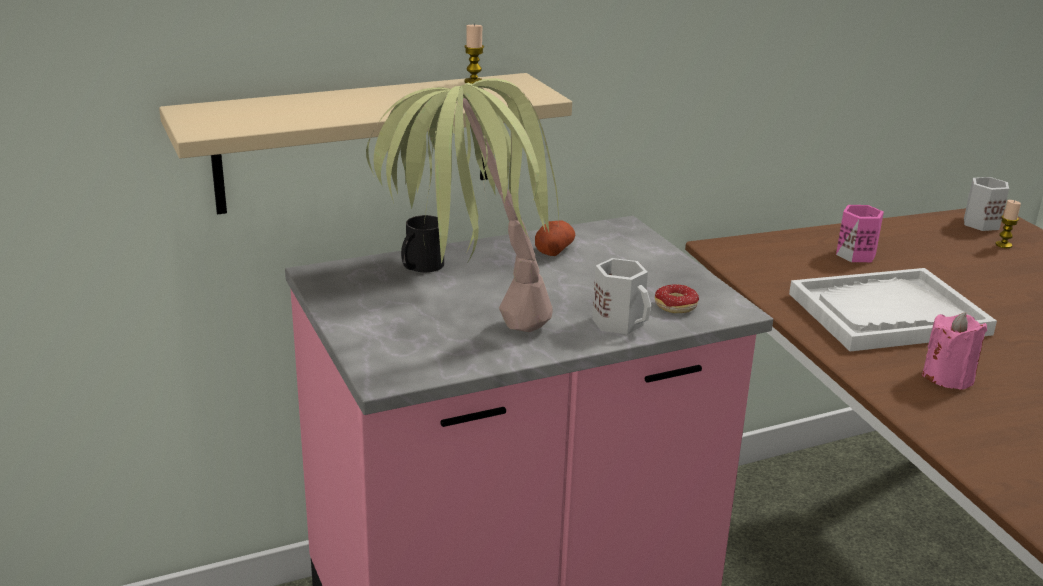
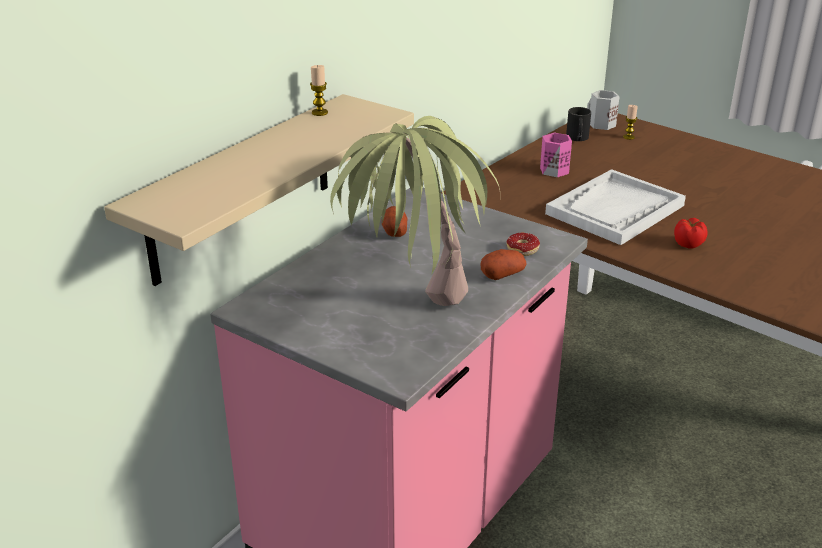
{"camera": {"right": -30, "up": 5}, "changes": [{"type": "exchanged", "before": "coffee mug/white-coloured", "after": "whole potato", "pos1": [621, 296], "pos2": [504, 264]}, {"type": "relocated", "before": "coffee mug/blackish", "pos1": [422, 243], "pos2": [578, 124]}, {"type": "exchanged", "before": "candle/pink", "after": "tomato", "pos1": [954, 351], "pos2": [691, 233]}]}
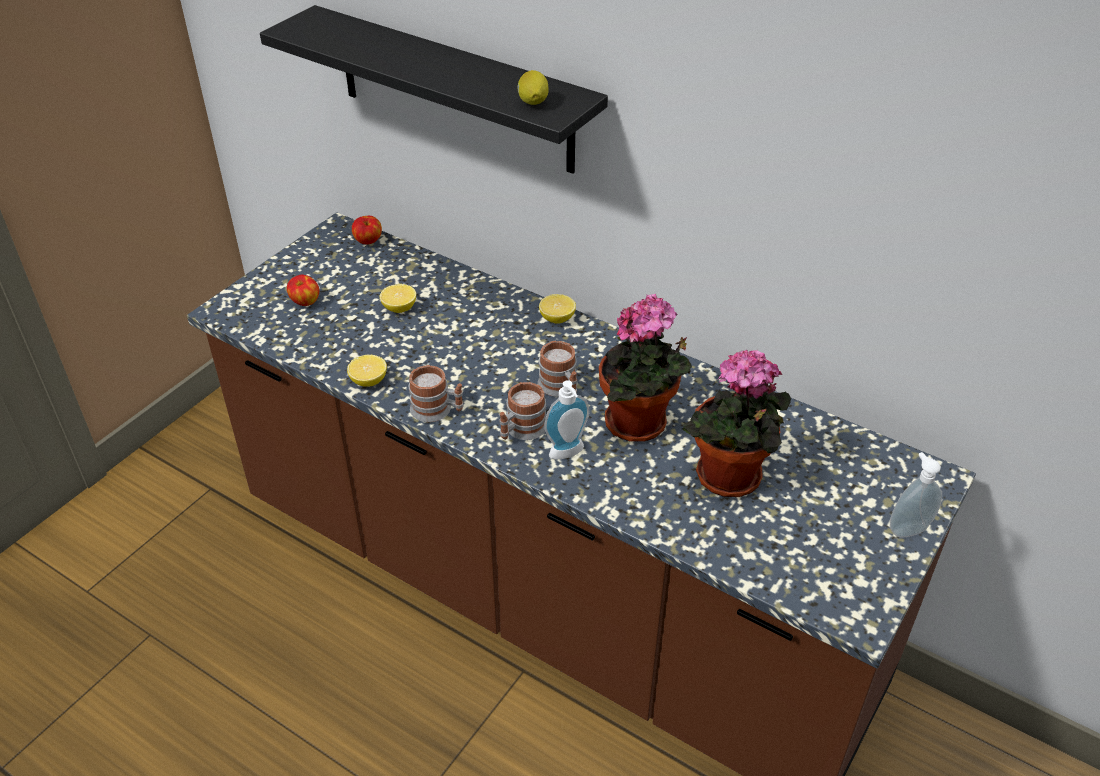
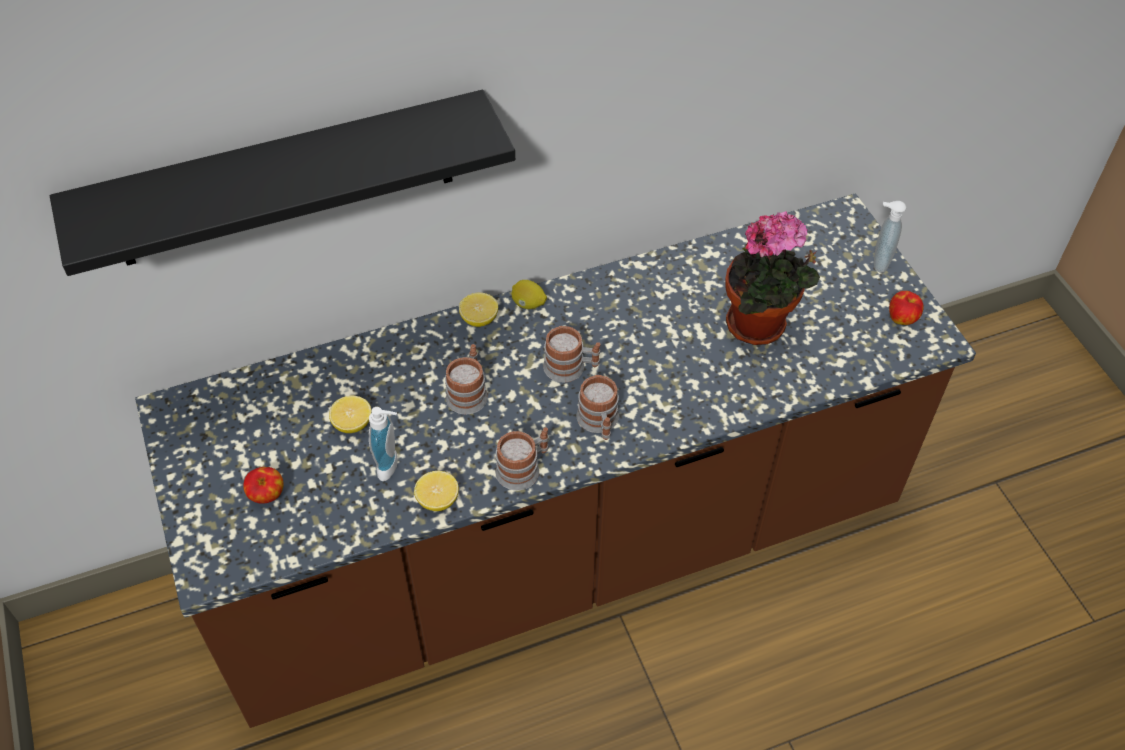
{"camera": {"right": -55, "up": 10}, "changes": [{"type": "relocated", "before": "soap bottle", "pos1": [566, 420], "pos2": [383, 444]}, {"type": "appeared", "after": "coffee mug", "pos2": [466, 379]}, {"type": "relocated", "before": "citrus fruit", "pos1": [533, 87], "pos2": [529, 294]}, {"type": "relocated", "before": "whole apple", "pos1": [367, 230], "pos2": [906, 308]}, {"type": "missing", "before": "plant in a pot", "pos1": [645, 368]}]}
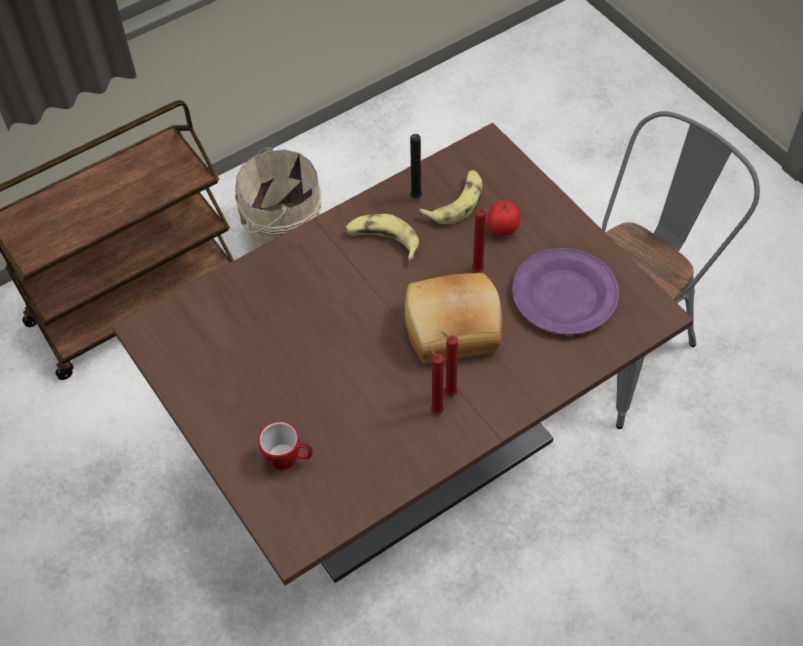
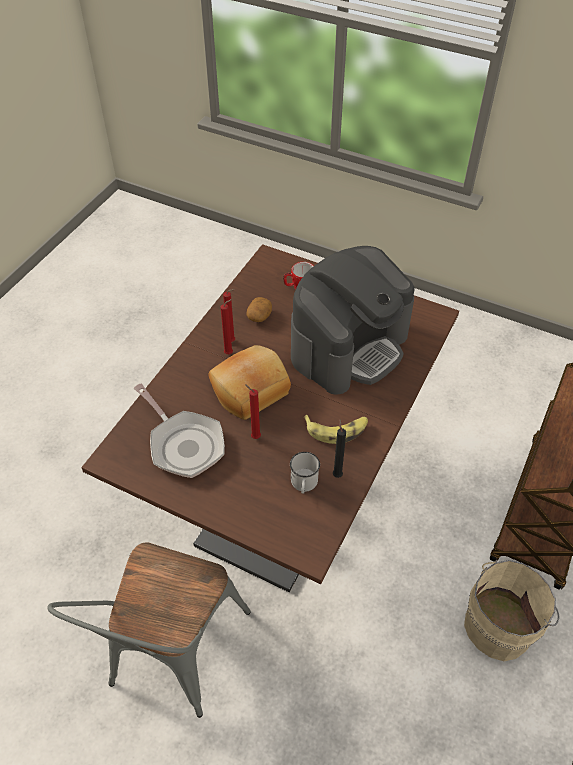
{"camera": {"right": 150, "up": -5}, "changes": [{"type": "exchanged", "before": "plate/purple-coloured", "after": "pan", "pos1": [565, 291], "pos2": [179, 430]}, {"type": "appeared", "after": "whole potato", "pos2": [259, 309]}, {"type": "exchanged", "before": "whole banana", "after": "coffee mug/white-coloured", "pos1": [451, 197], "pos2": [305, 473]}, {"type": "appeared", "after": "coffee brewer", "pos2": [353, 320]}, {"type": "missing", "before": "tomato", "pos1": [503, 218]}]}
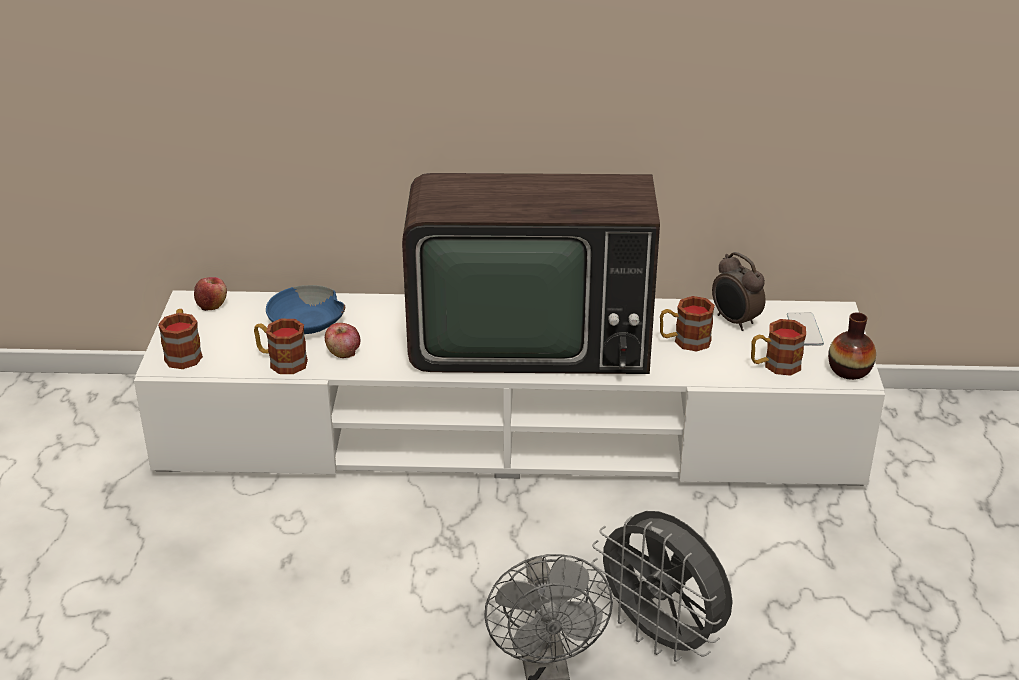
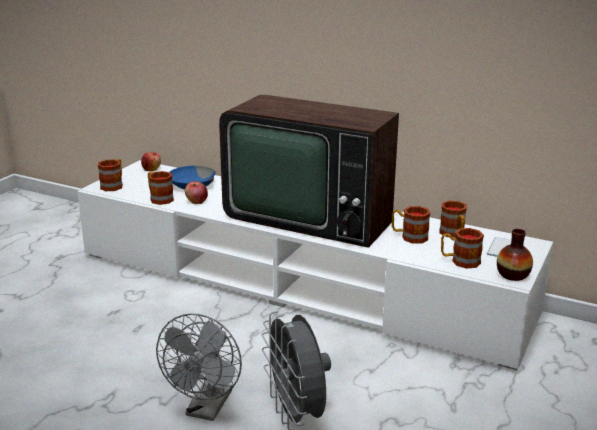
{"camera": {"right": 25, "up": -10}, "changes": [{"type": "exchanged", "before": "alarm clock", "after": "coffee mug", "pos1": [738, 291], "pos2": [453, 219]}]}
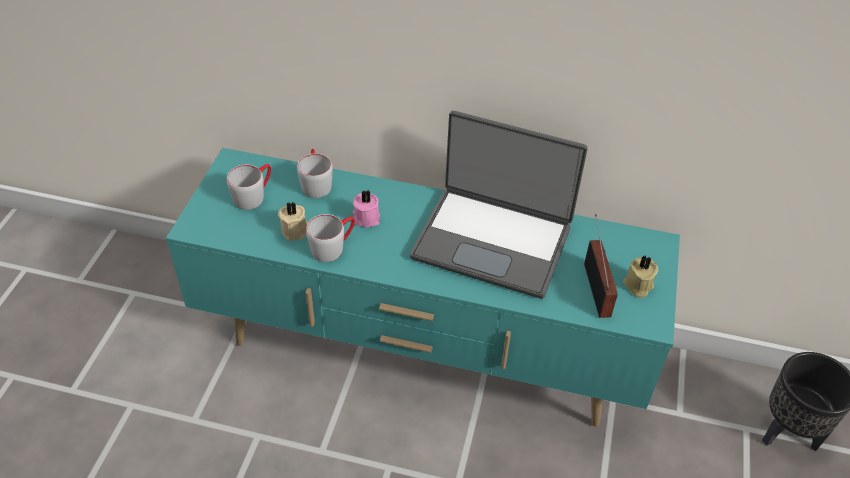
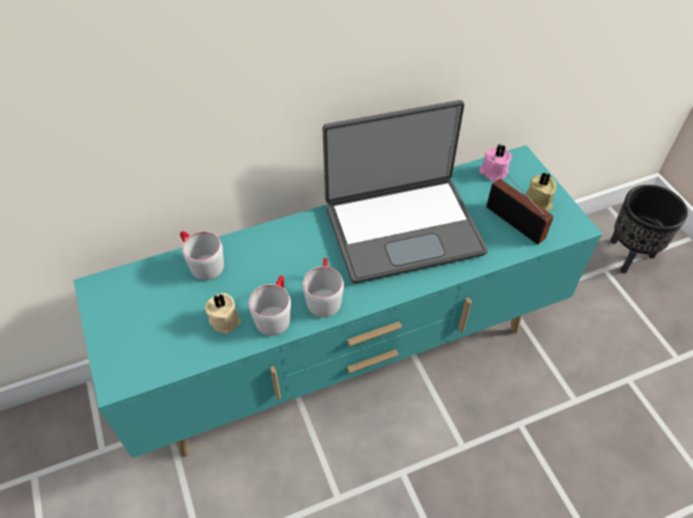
{"camera": {"right": -35, "up": 5}, "changes": [{"type": "relocated", "before": "coffee mug/gray", "pos1": [249, 187], "pos2": [323, 287]}, {"type": "relocated", "before": "candle/pink", "pos1": [366, 208], "pos2": [495, 162]}]}
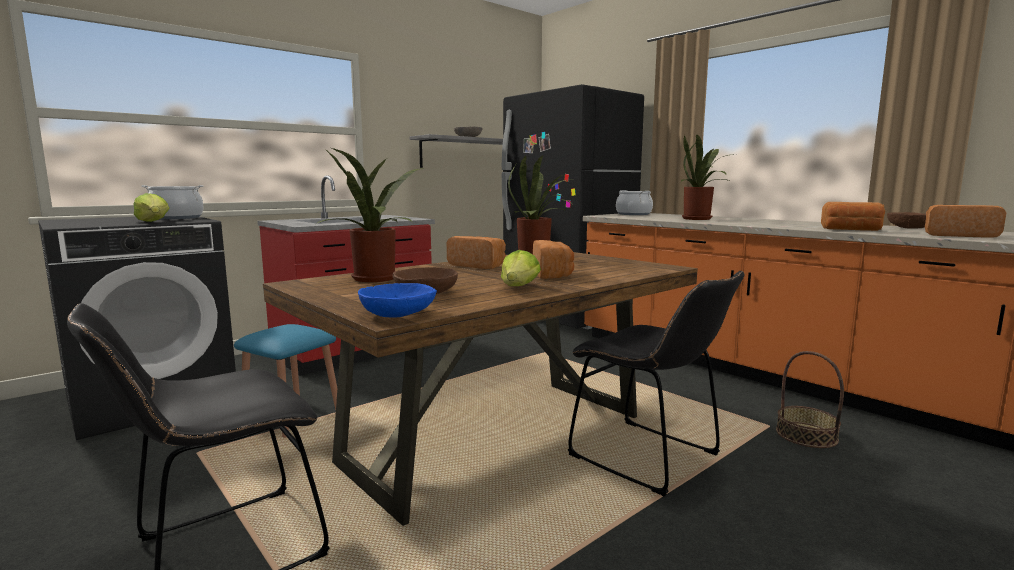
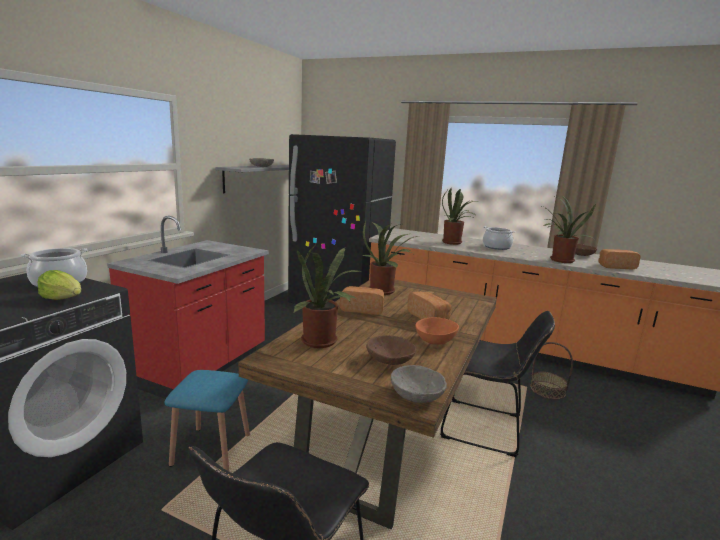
{"camera": {"right": -25, "up": 5}, "changes": [{"type": "colour", "before": "serving bowl/blue-coloured", "after": "serving bowl/gray", "pos1": [397, 300], "pos2": [419, 384]}, {"type": "exchanged", "before": "lettuce", "after": "serving bowl/orange-coloured", "pos1": [521, 268], "pos2": [437, 331]}, {"type": "relocated", "before": "stockpot", "pos1": [634, 202], "pos2": [499, 238]}, {"type": "exchanged", "before": "baked bread", "after": "plant in a pot", "pos1": [853, 216], "pos2": [569, 229]}]}
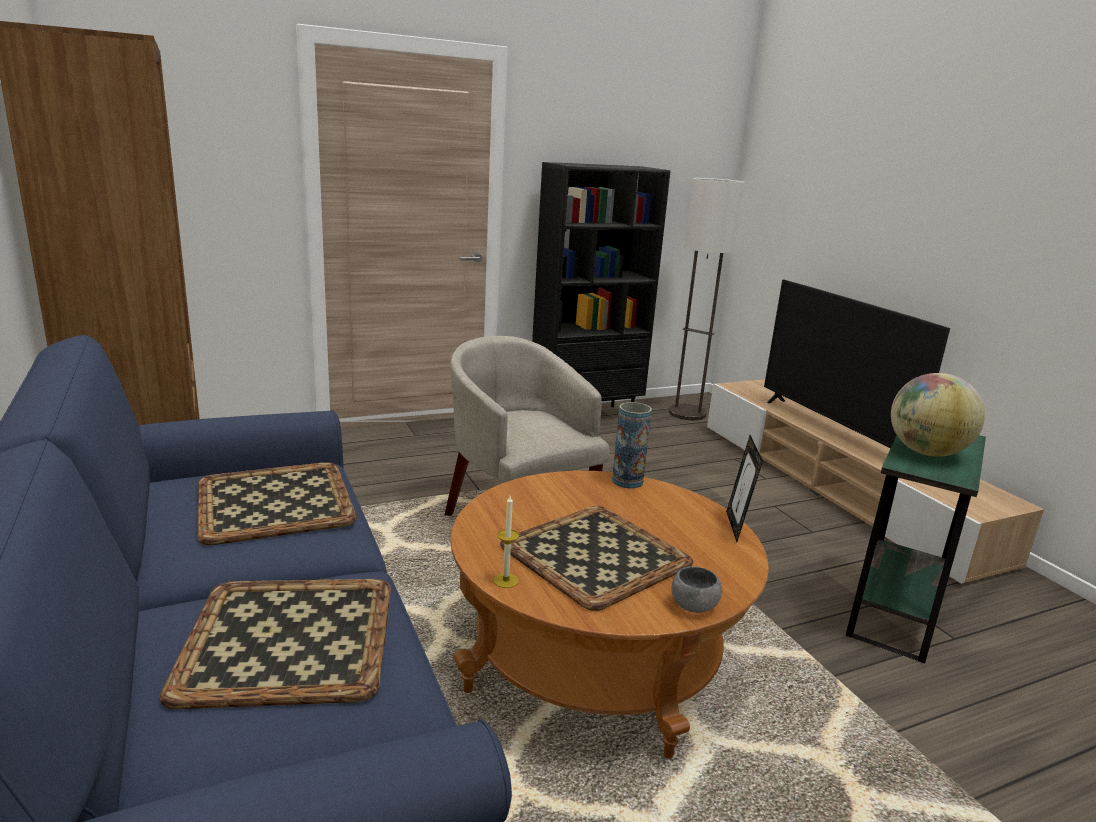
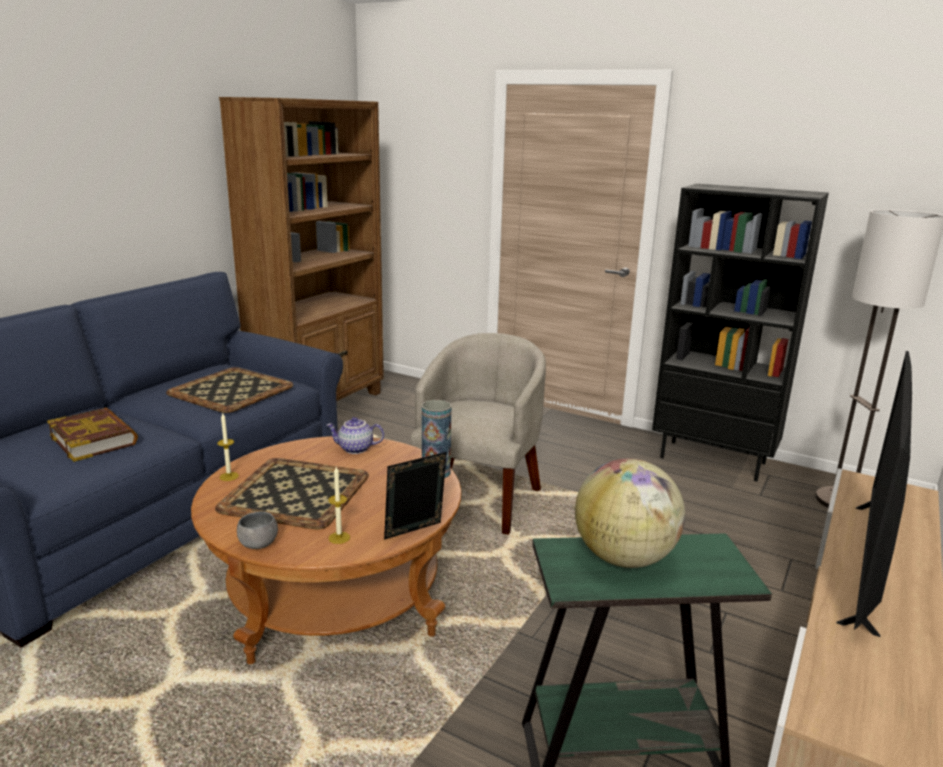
{"camera": {"right": 55, "up": 0}, "changes": [{"type": "exchanged", "before": "tray", "after": "bound book", "pos1": [275, 644], "pos2": [92, 434]}, {"type": "appeared", "after": "pot for tea", "pos2": [355, 435]}, {"type": "appeared", "after": "candle", "pos2": [339, 505]}]}
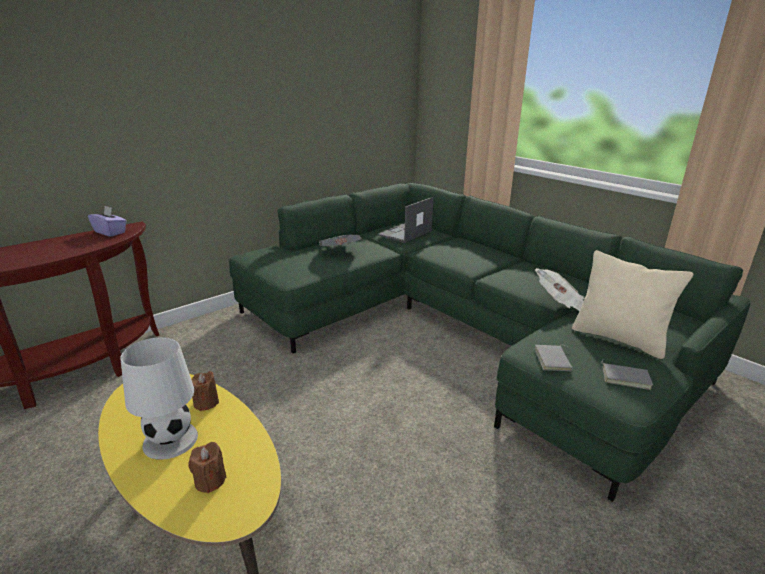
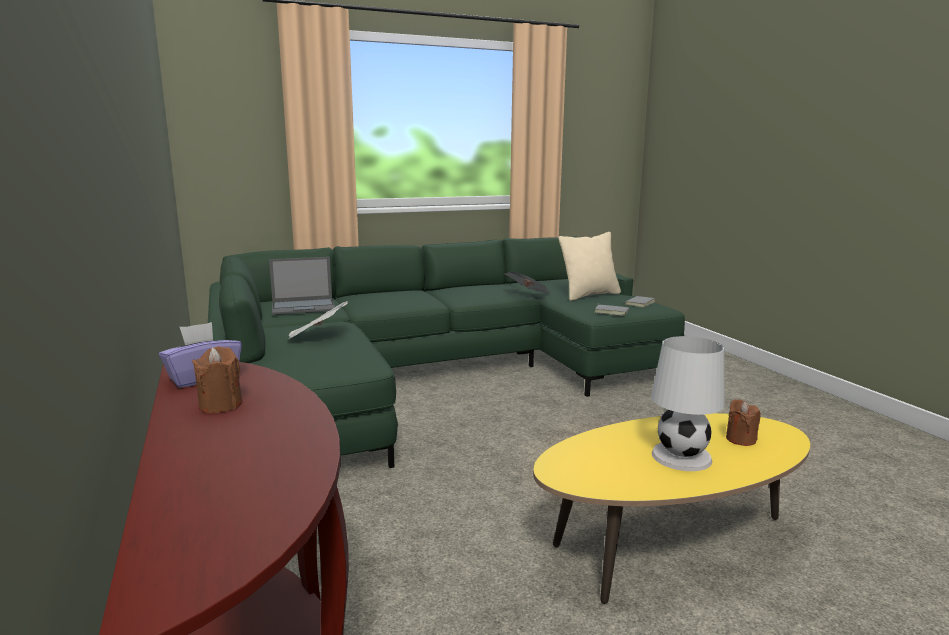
{"camera": {"right": -70, "up": -10}, "changes": [{"type": "relocated", "before": "candle/brown-coloured", "pos1": [205, 391], "pos2": [217, 380]}, {"type": "spun", "before": "notebook computer", "pos1": [405, 220], "pos2": [302, 286], "turn": -75}]}
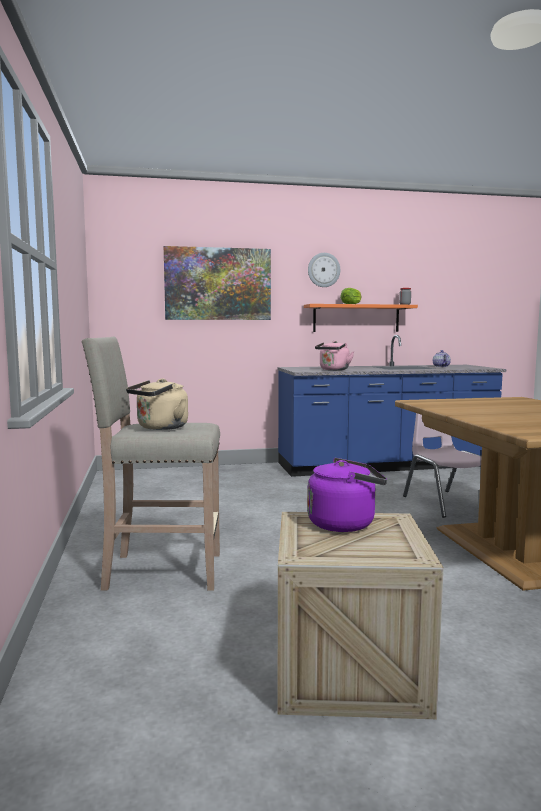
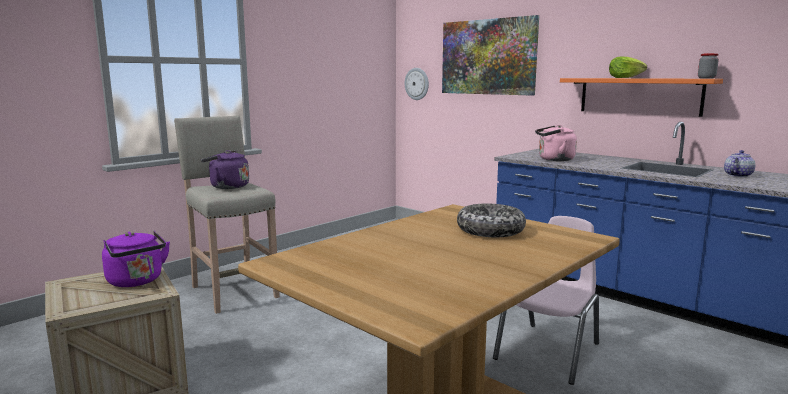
{"camera": {"right": 55, "up": 5}, "changes": [{"type": "colour", "before": "water kettle/beige", "after": "water kettle/purple-coloured", "pos1": [157, 404], "pos2": [225, 169]}, {"type": "relocated", "before": "wall clock", "pos1": [324, 270], "pos2": [417, 84]}, {"type": "appeared", "after": "serving bowl", "pos2": [491, 220]}]}
